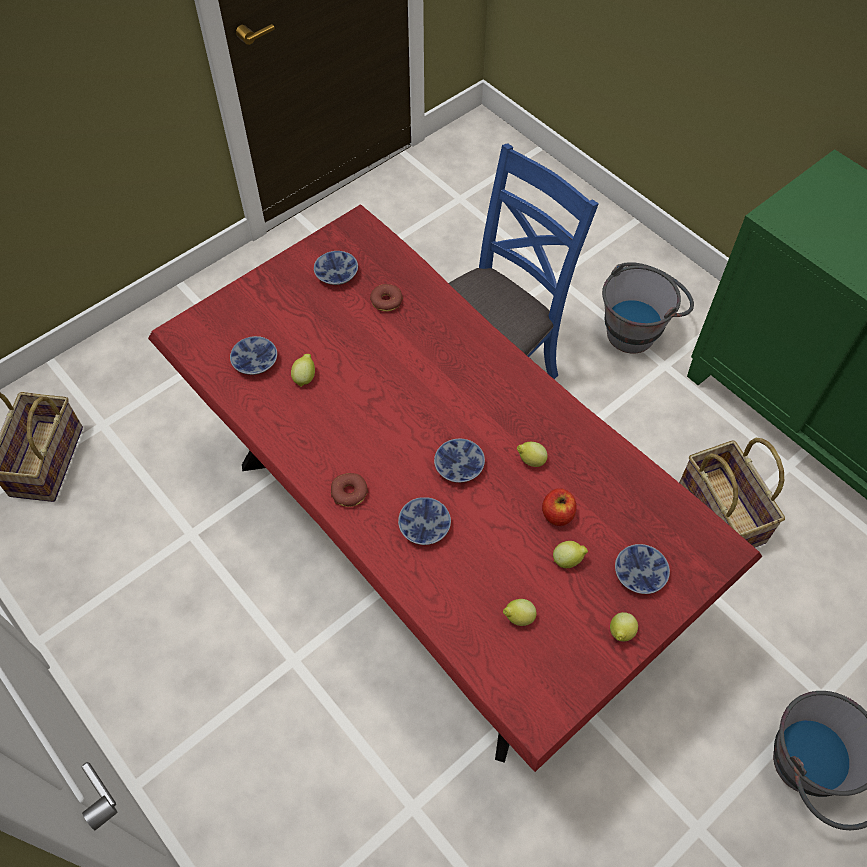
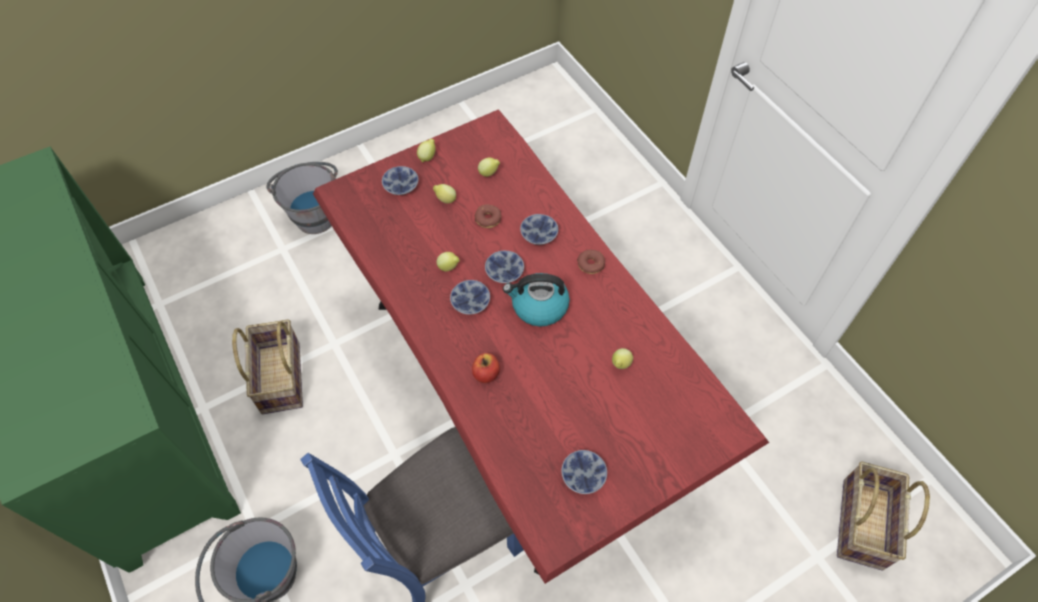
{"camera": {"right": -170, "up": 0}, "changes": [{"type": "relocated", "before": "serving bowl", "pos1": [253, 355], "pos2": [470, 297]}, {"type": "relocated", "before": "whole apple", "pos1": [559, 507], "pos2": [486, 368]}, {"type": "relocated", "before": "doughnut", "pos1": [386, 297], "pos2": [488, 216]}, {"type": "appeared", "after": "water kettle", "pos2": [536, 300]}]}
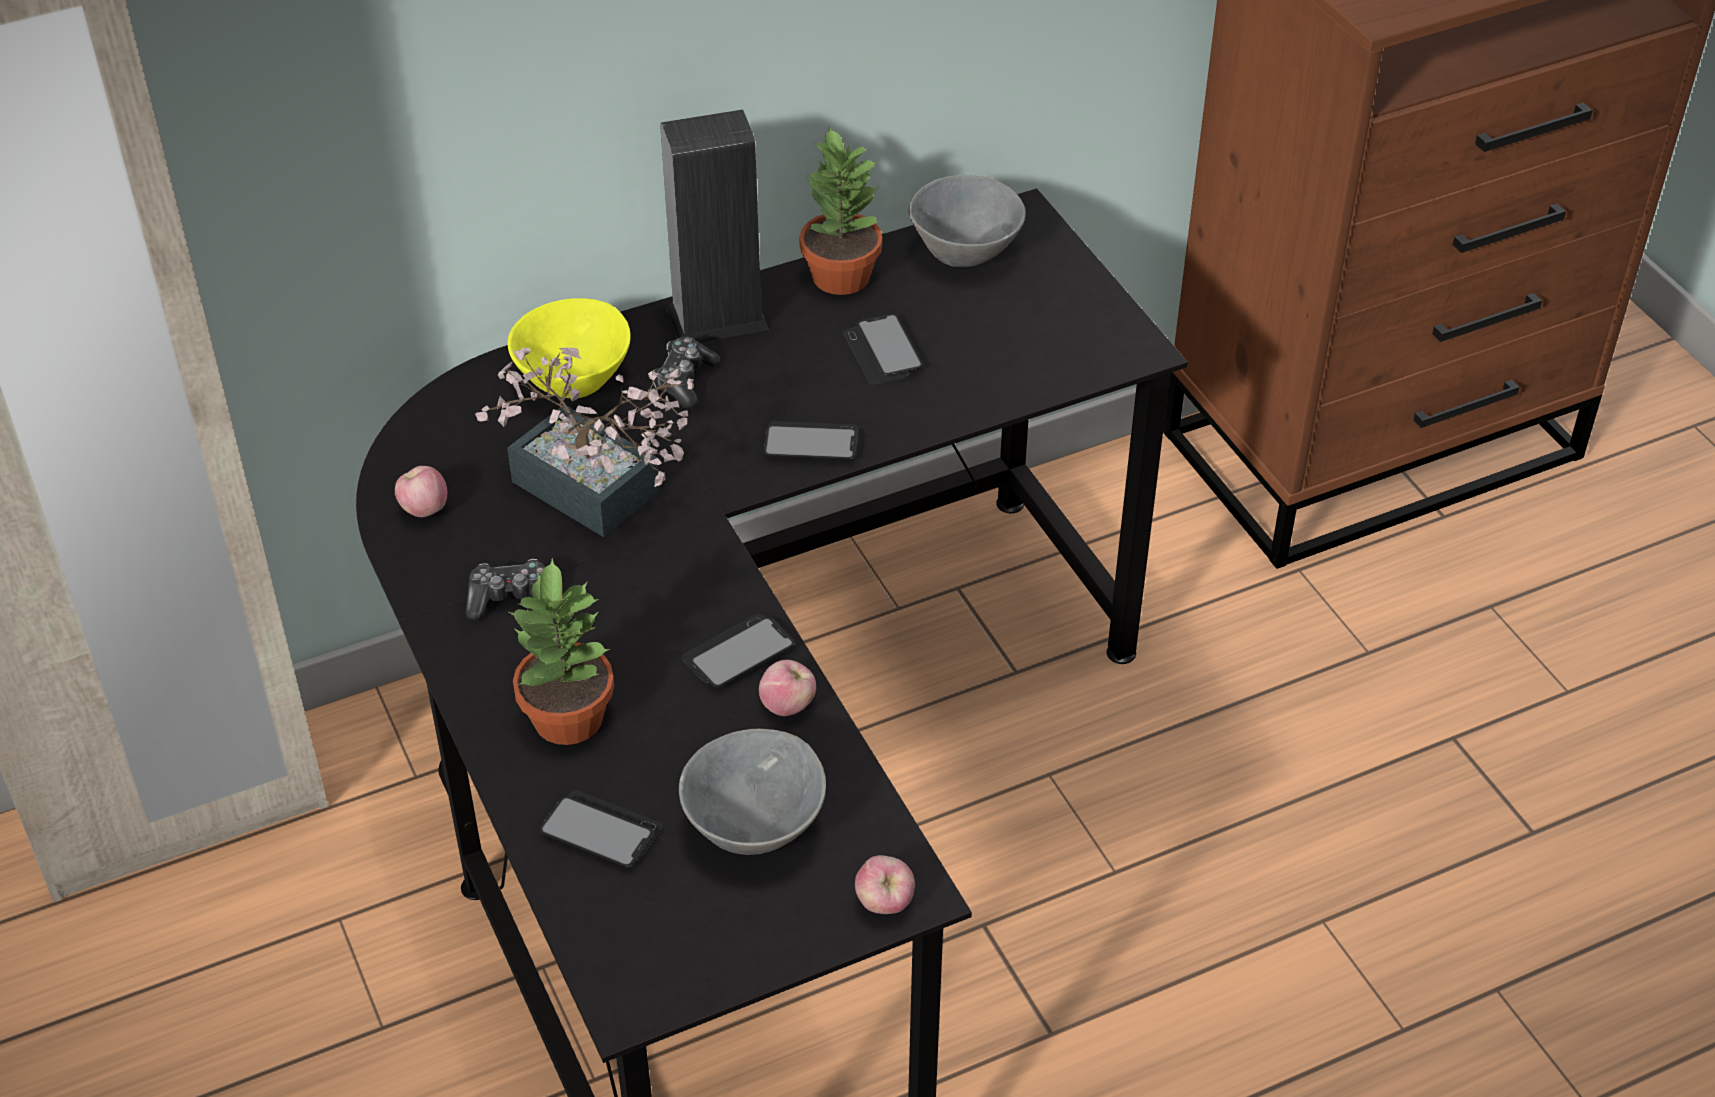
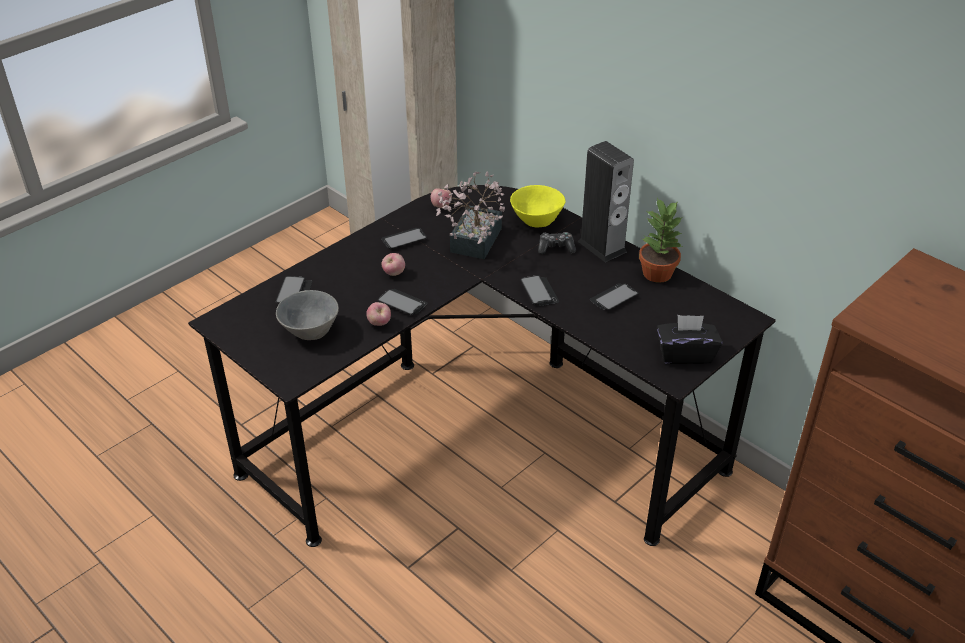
{"camera": {"right": 70, "up": -5}, "changes": [{"type": "exchanged", "before": "game controller", "after": "telephone", "pos1": [505, 589], "pos2": [404, 238]}, {"type": "relocated", "before": "whole apple", "pos1": [885, 884], "pos2": [393, 264]}, {"type": "appeared", "after": "tissue holder/blackish", "pos2": [689, 339]}, {"type": "missing", "before": "plant in a pot", "pos1": [561, 651]}, {"type": "missing", "before": "serving bowl/gray", "pos1": [967, 221]}]}
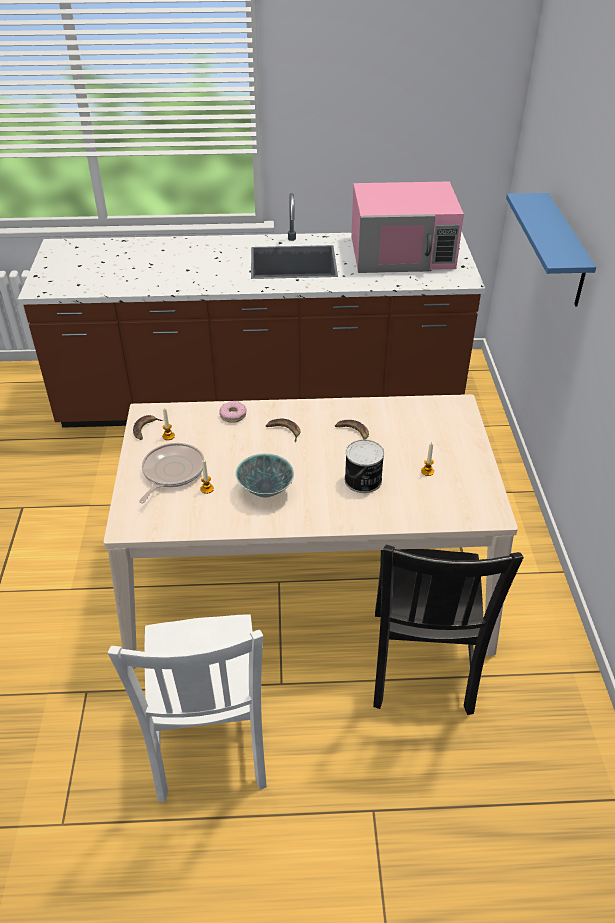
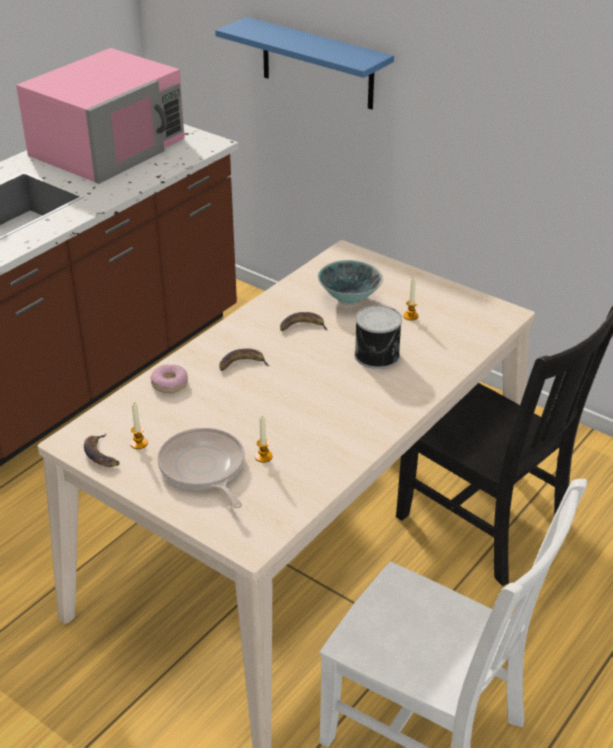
{"camera": {"right": -50, "up": -5}, "changes": [{"type": "relocated", "before": "serving bowl", "pos1": [264, 475], "pos2": [350, 283]}]}
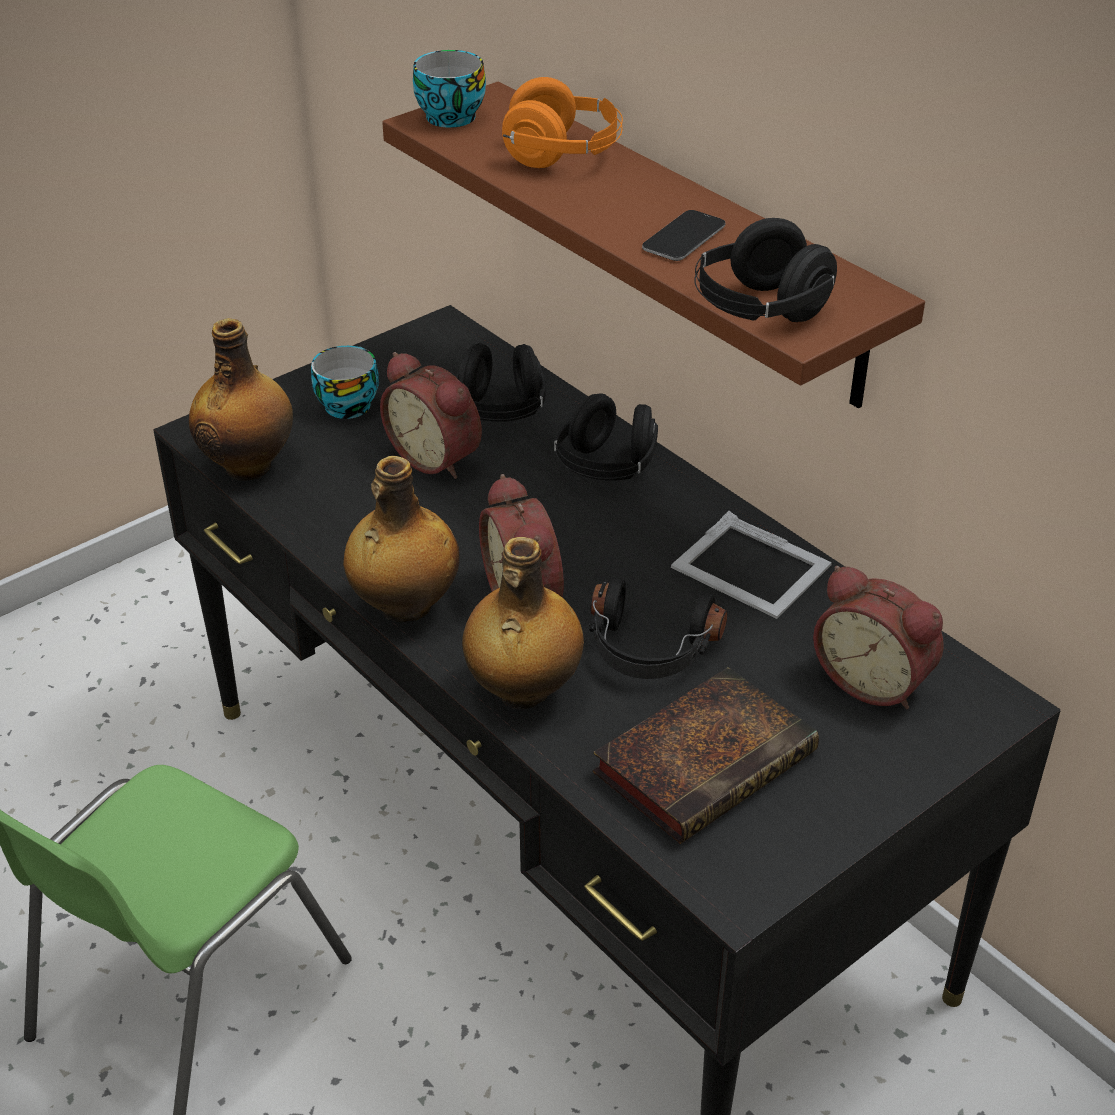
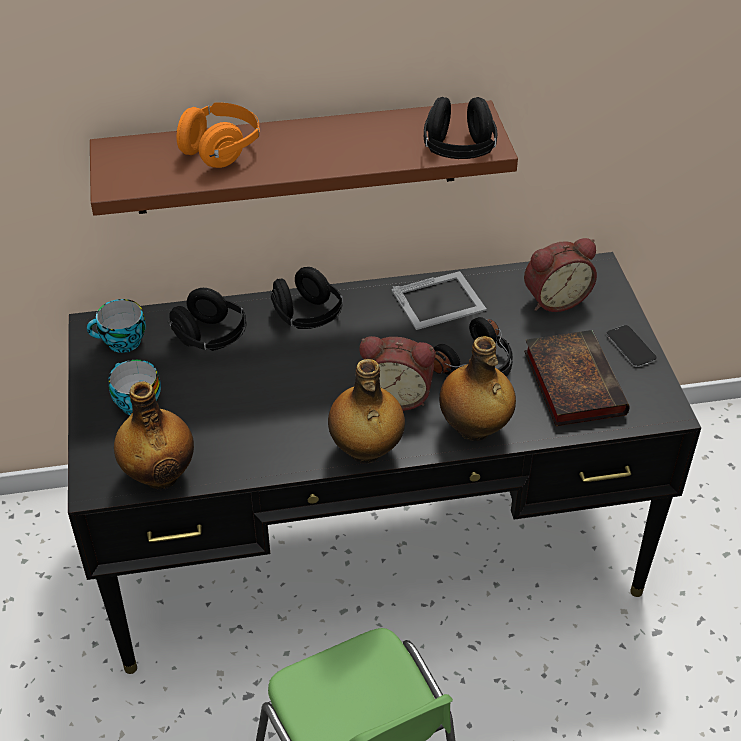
{"camera": {"right": -60, "up": 5}, "changes": [{"type": "relocated", "before": "drinking cup", "pos1": [449, 89], "pos2": [116, 326]}, {"type": "relocated", "before": "telephone", "pos1": [684, 235], "pos2": [631, 346]}, {"type": "missing", "before": "alarm clock", "pos1": [431, 415]}]}
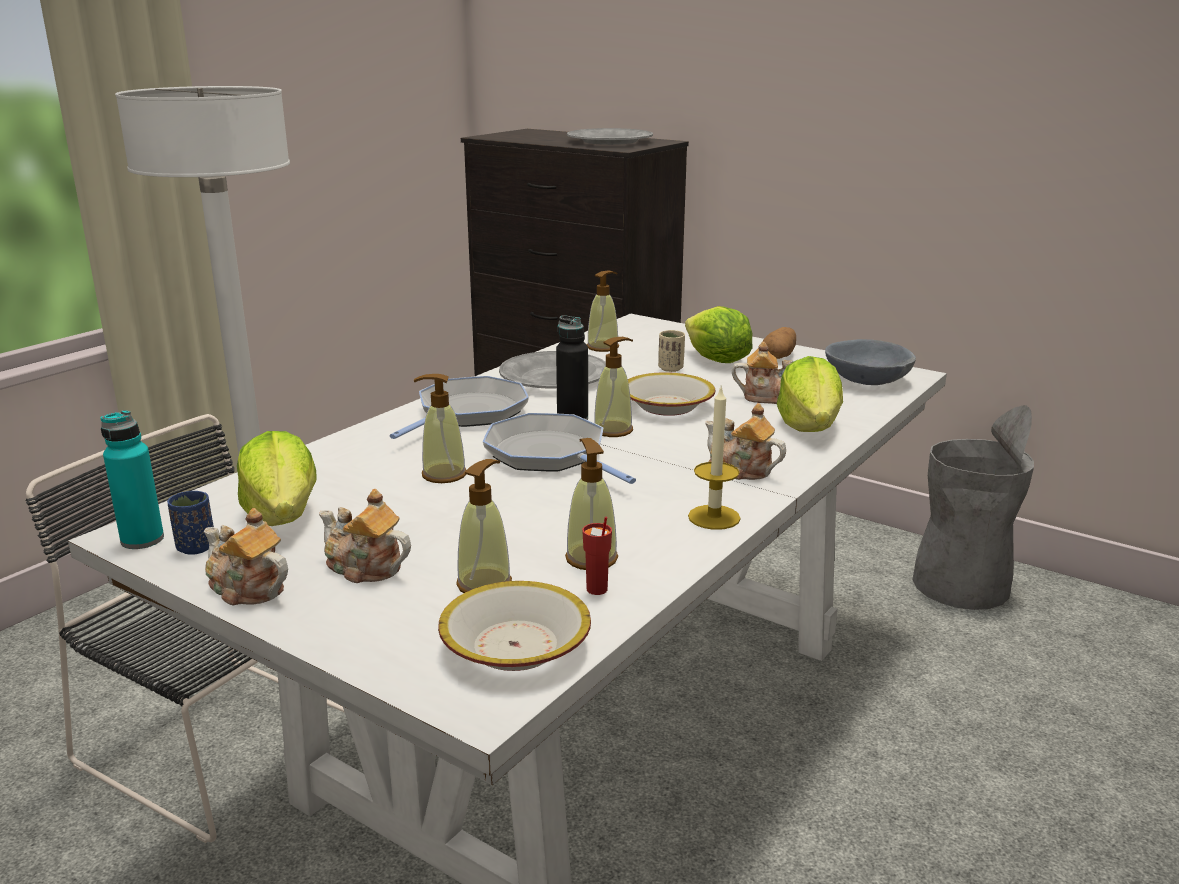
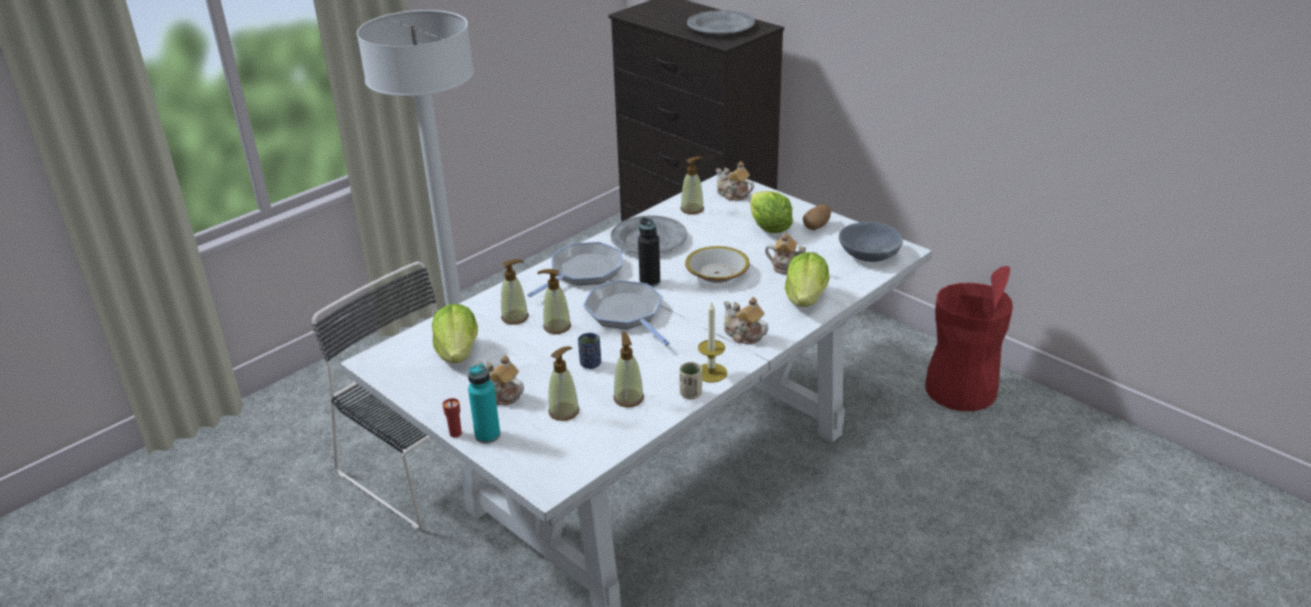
{"camera": {"right": 10, "up": 10}, "changes": [{"type": "relocated", "before": "drinking cup/red", "pos1": [597, 556], "pos2": [452, 418]}, {"type": "relocated", "before": "beverage bottle/blue-green", "pos1": [132, 479], "pos2": [484, 403]}, {"type": "relocated", "before": "soap bottle", "pos1": [613, 387], "pos2": [515, 292]}, {"type": "relocated", "before": "drinking cup/blue-coloured", "pos1": [190, 523], "pos2": [589, 351]}, {"type": "relocated", "before": "drinking cup/beige", "pos1": [671, 351], "pos2": [690, 381]}, {"type": "relocated", "before": "pot for tea", "pos1": [246, 557], "pos2": [735, 181]}, {"type": "colour", "before": "rubbish bin/gray", "after": "rubbish bin/red", "pos1": [973, 507], "pos2": [969, 338]}, {"type": "missing", "before": "serving bowl", "pos1": [514, 626]}]}
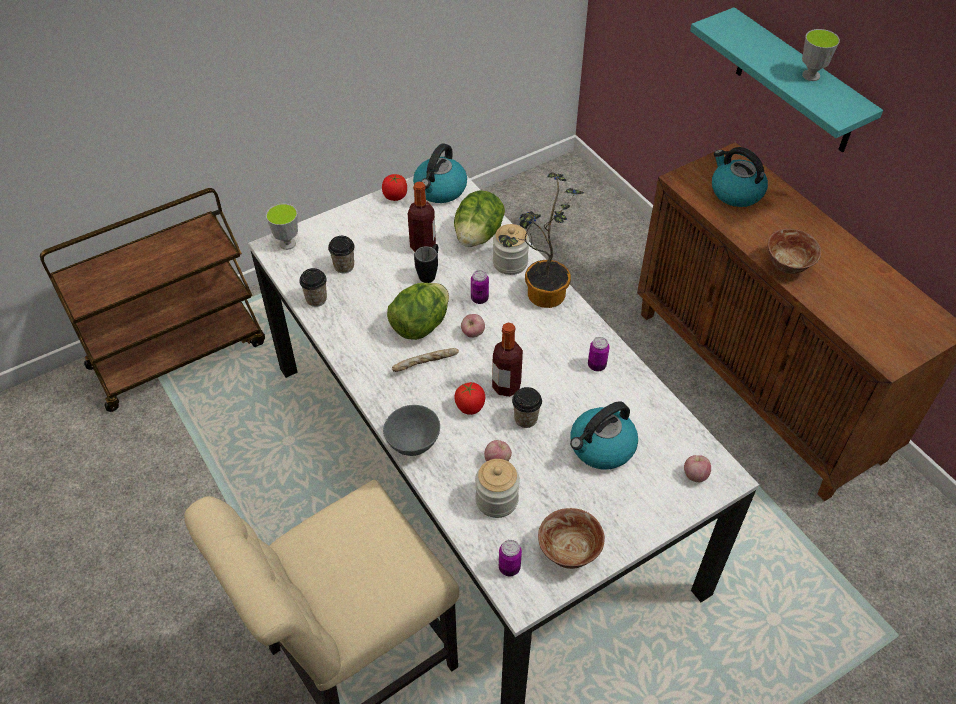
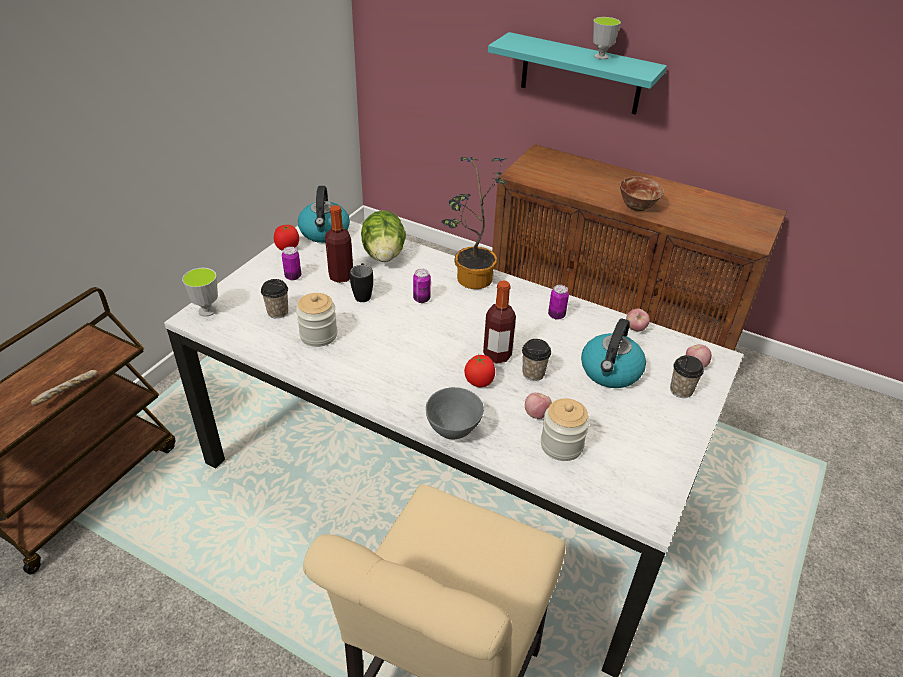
{"camera": {"right": -30, "up": -10}, "changes": [{"type": "relocated", "before": "baked bread", "pos1": [425, 360], "pos2": [64, 388]}, {"type": "relocated", "before": "metal can", "pos1": [510, 558], "pos2": [291, 263]}, {"type": "relocated", "before": "jar", "pos1": [511, 249], "pos2": [316, 320]}, {"type": "relocated", "before": "whole apple", "pos1": [473, 326], "pos2": [638, 320]}, {"type": "relocated", "before": "drinking cup", "pos1": [313, 287], "pos2": [687, 376]}, {"type": "missing", "before": "lettuce", "pos1": [418, 311]}, {"type": "missing", "before": "serving bowl", "pos1": [571, 538]}, {"type": "missing", "before": "water kettle", "pos1": [740, 177]}]}
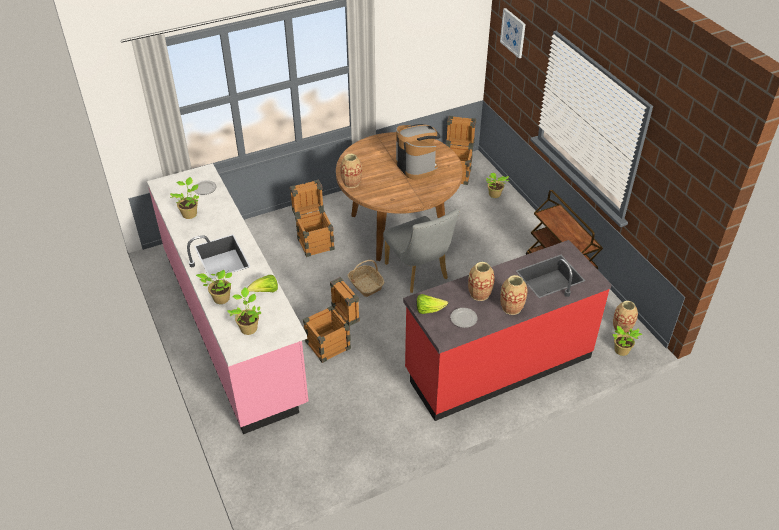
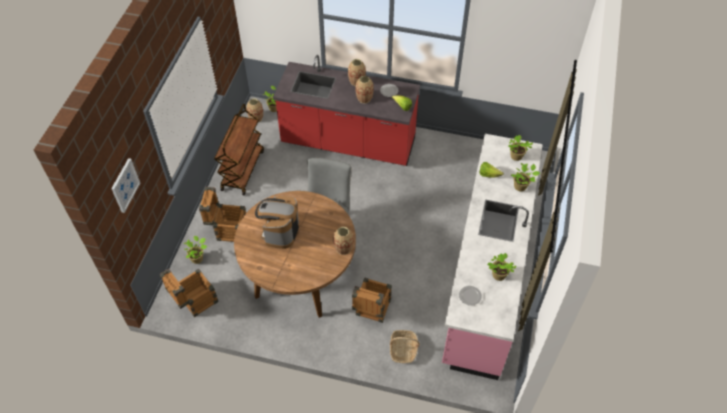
{"camera": {"right": -140, "up": 10}, "changes": [{"type": "relocated", "before": "shipping crate", "pos1": [331, 320], "pos2": [222, 214]}, {"type": "relocated", "before": "storage basket", "pos1": [366, 278], "pos2": [405, 346]}]}
